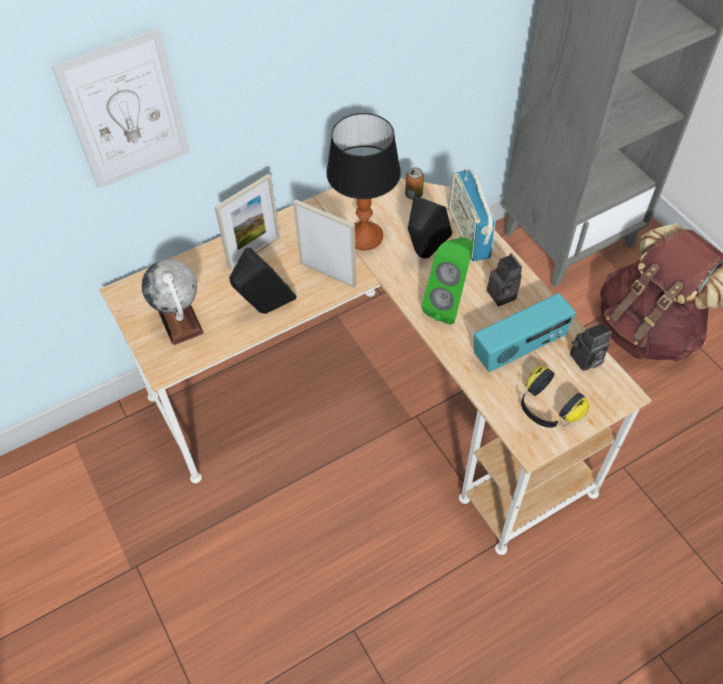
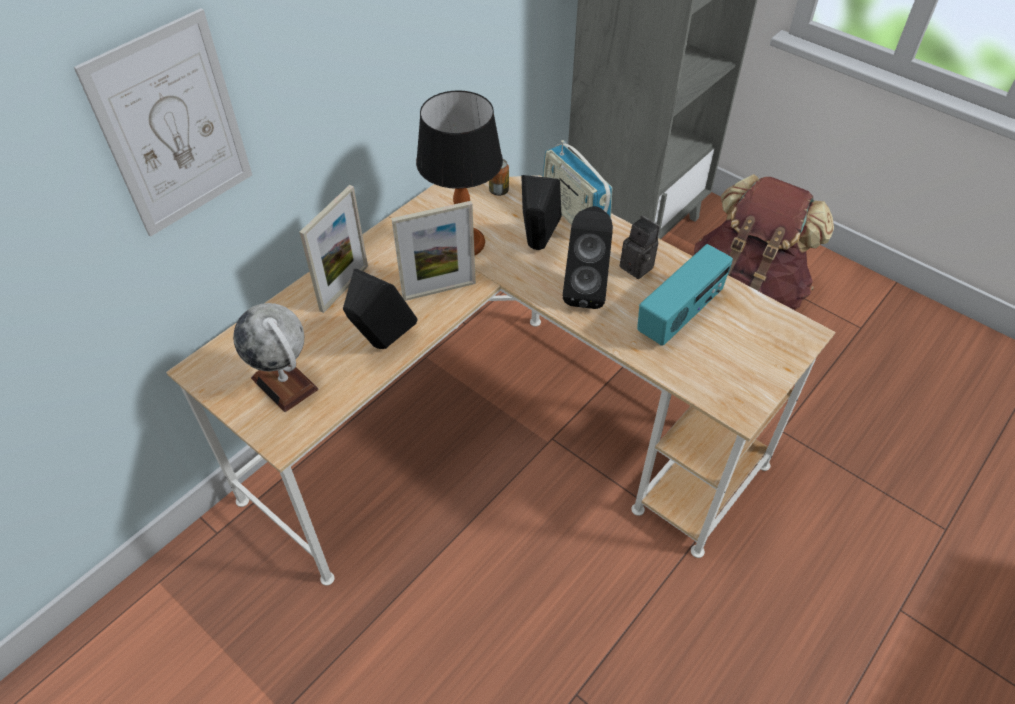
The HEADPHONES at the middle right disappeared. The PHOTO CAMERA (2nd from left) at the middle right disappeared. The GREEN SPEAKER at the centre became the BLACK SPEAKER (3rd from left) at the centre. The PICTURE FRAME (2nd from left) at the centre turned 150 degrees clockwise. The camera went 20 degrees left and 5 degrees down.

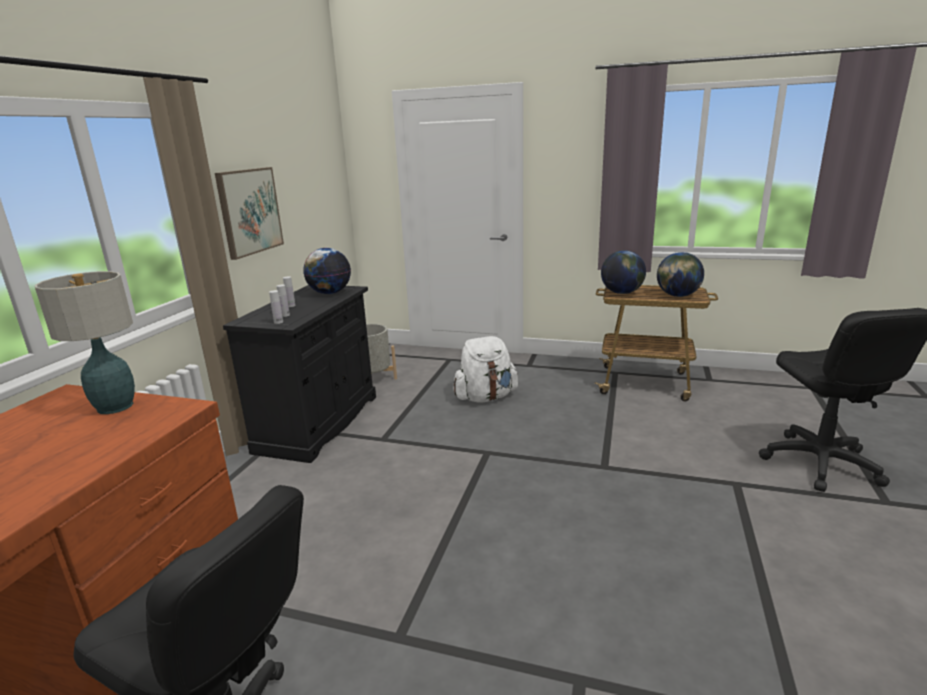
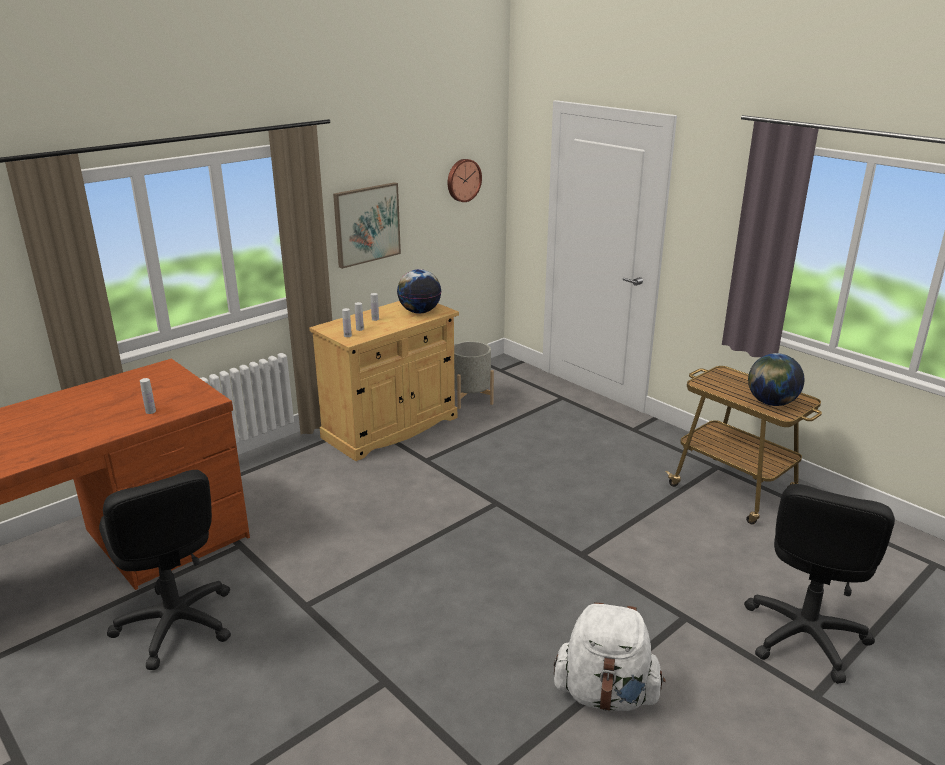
The TABLE LAMP at the middle left disappeared. The GLOBE (2nd from left) at the middle right disappeared. The WHITE BOTTLE (1st from left) at the middle left appeared. The WALL CLOCK at the top centre appeared. The WHITE BACKPACK moved from the centre to the bottom centre. The BLACK CABINET at the middle left became the BEIGE CABINET at the centre. The camera went 30 degrees right and 5 degrees up.

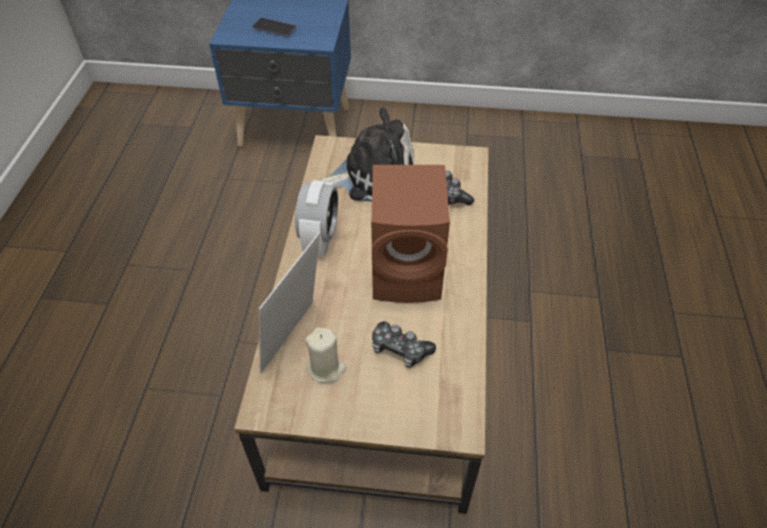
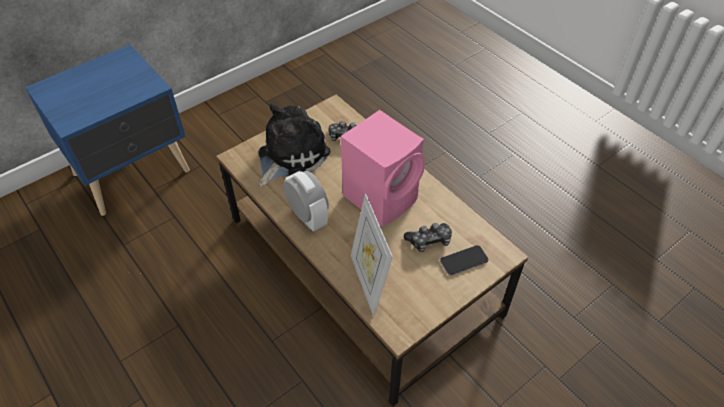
The BEIGE CANDLE at the bottom centre disappeared. The PHONE moved from the top centre to the centre. The BROWN SPEAKER at the centre became the PINK SPEAKER at the centre. The camera went 45 degrees left and 0 degrees up.

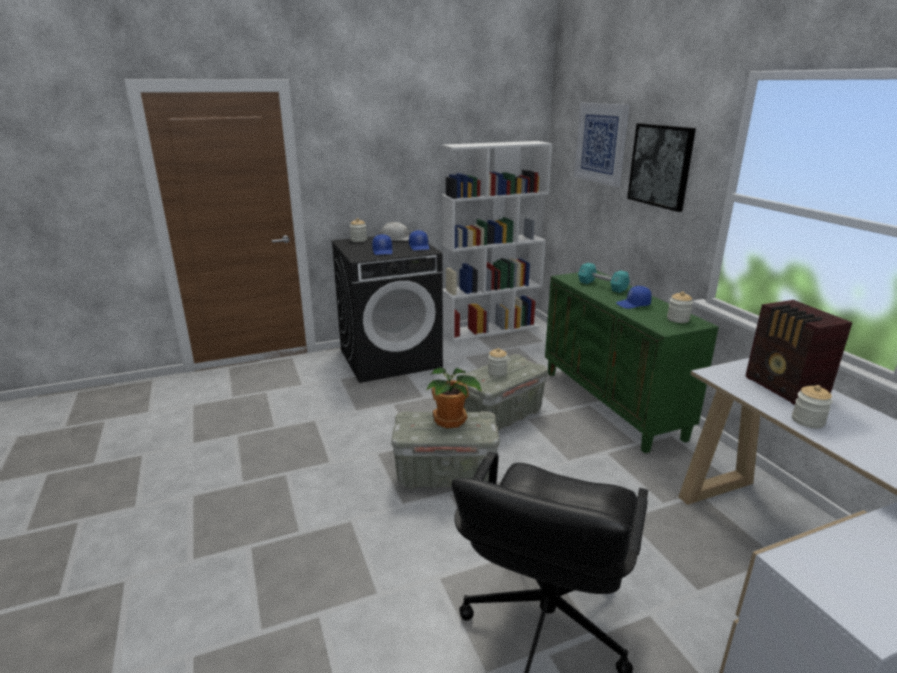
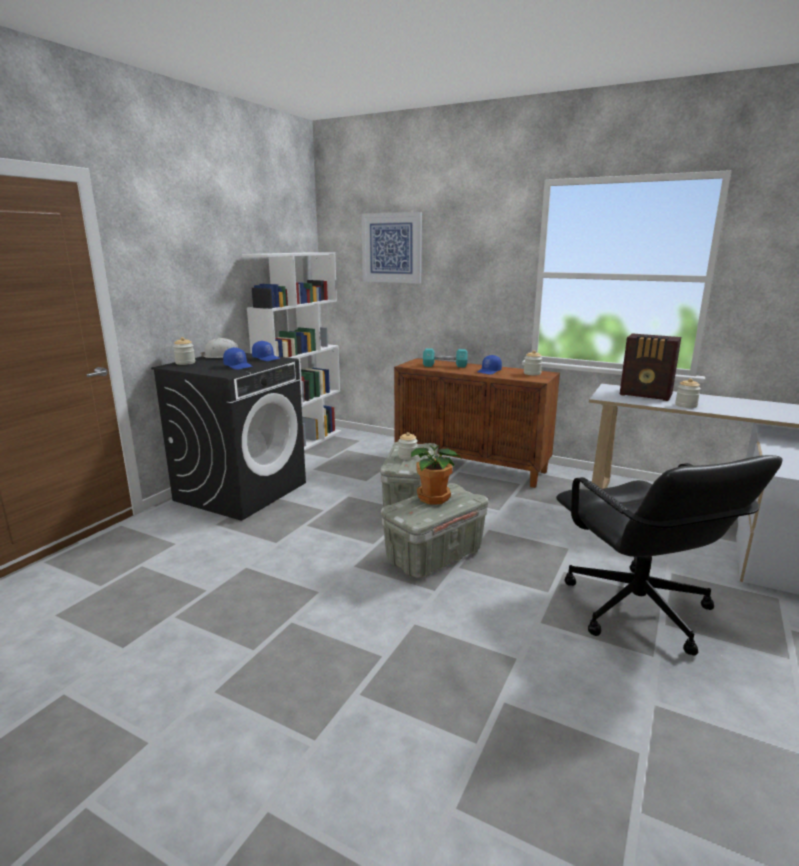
The PICTURE (2nd from left) at the top right disappeared. The GREEN CABINET at the middle right became the BROWN CABINET at the centre. The camera went 40 degrees left and 5 degrees down.

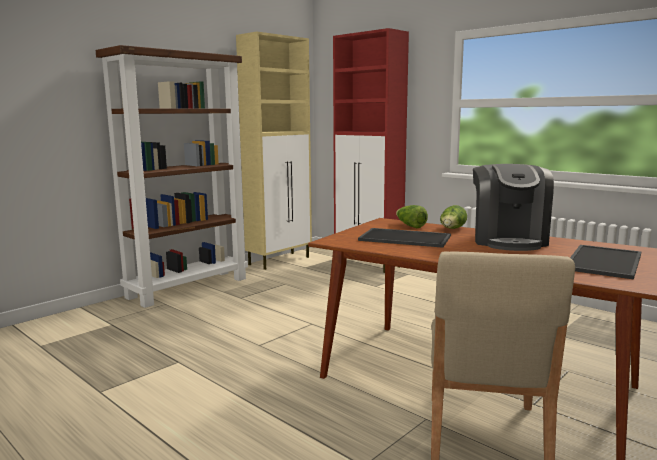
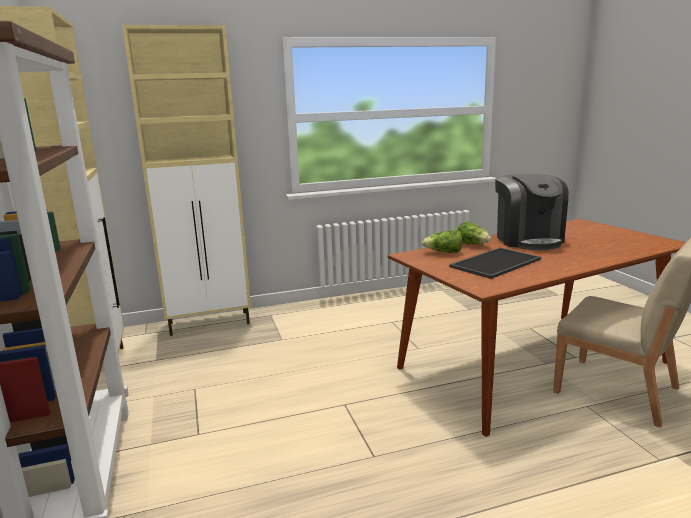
The TRAY (2nd from left) at the middle right disappeared. The RED CABINET at the top centre became the BEIGE CABINET (2nd from left) at the middle left. The COFFEE MACHINE at the middle right turned 45 degrees clockwise. The camera went 60 degrees left and 5 degrees up.

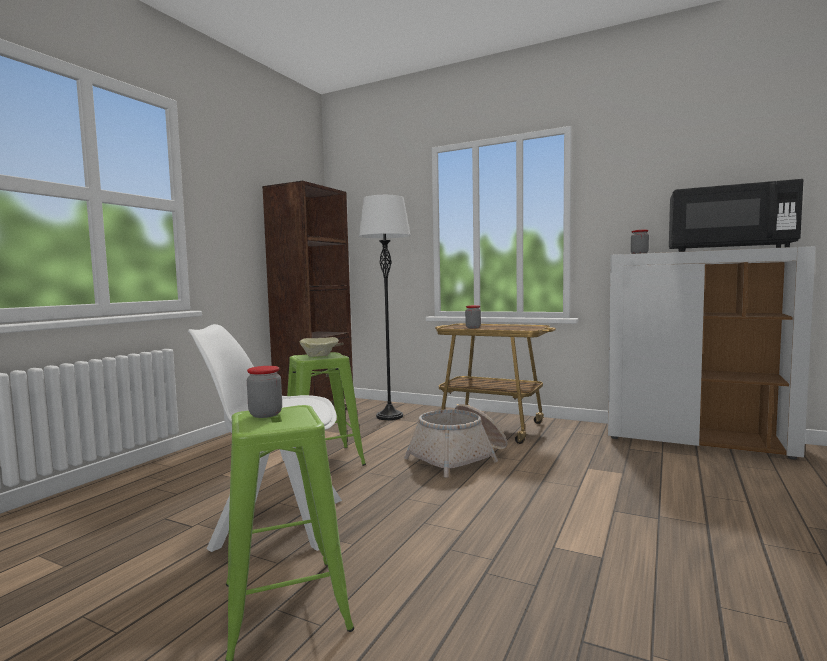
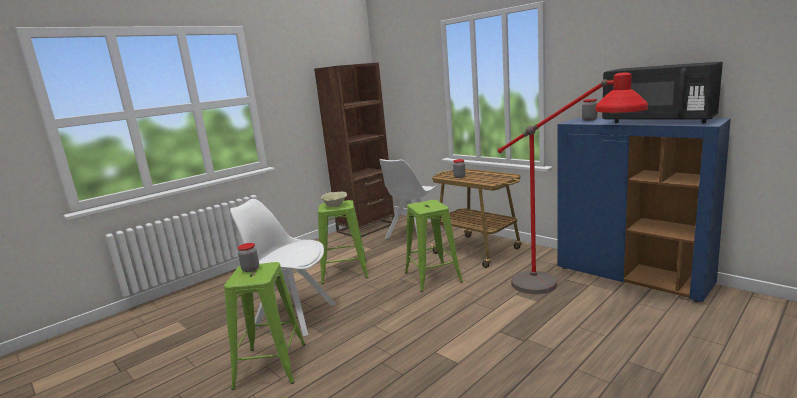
The RED FLOOR LAMP at the middle right appeared. The WHITE FLOOR LAMP at the centre was replaced by the WHITE CHAIR (2nd from left) at the centre. The BASKET at the bottom centre was replaced by the GREEN STOOL (3rd from left) at the centre. The WHITE CABINET at the middle right became the BLUE CABINET at the middle right. The camera went 20 degrees right and 10 degrees up.

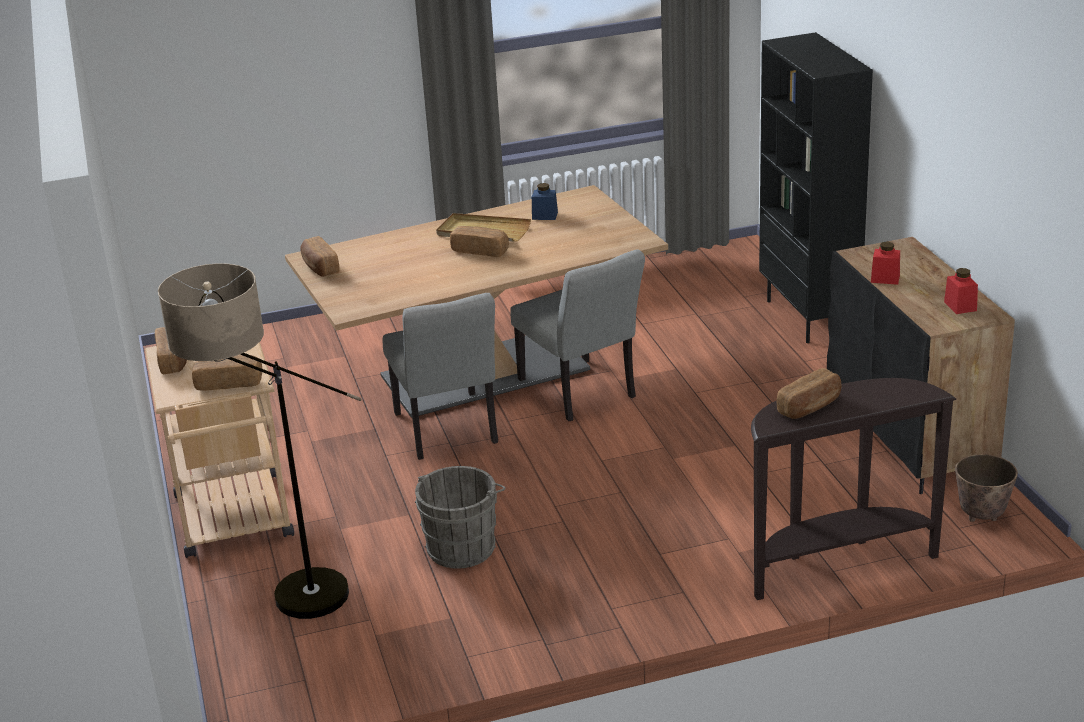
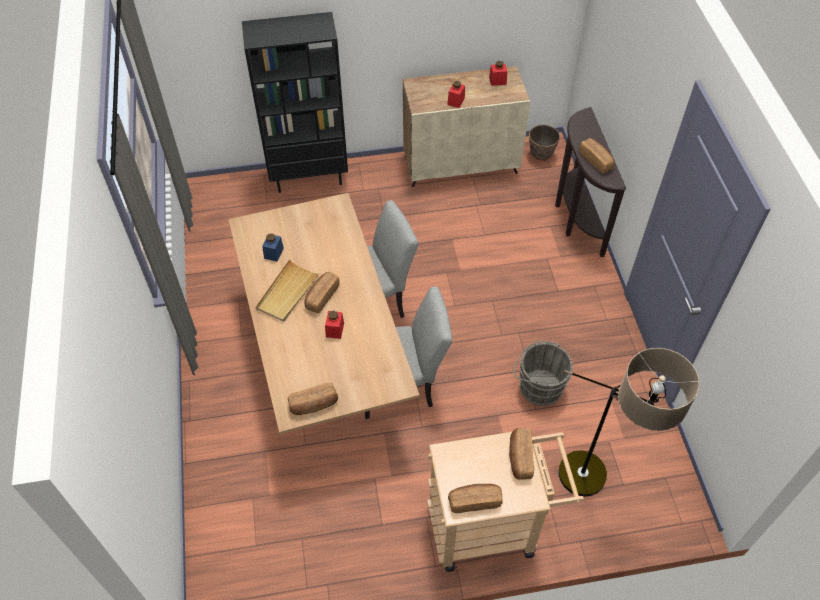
The RED JAR (1st from left) at the centre appeared. The BLACK CABINET at the middle right became the BEIGE CABINET at the top centre. The camera went 85 degrees left and 25 degrees up.

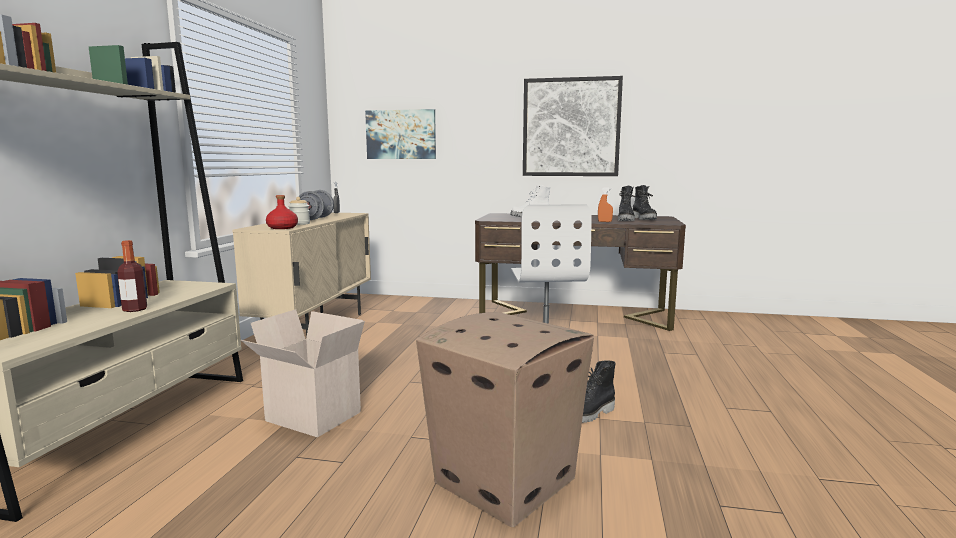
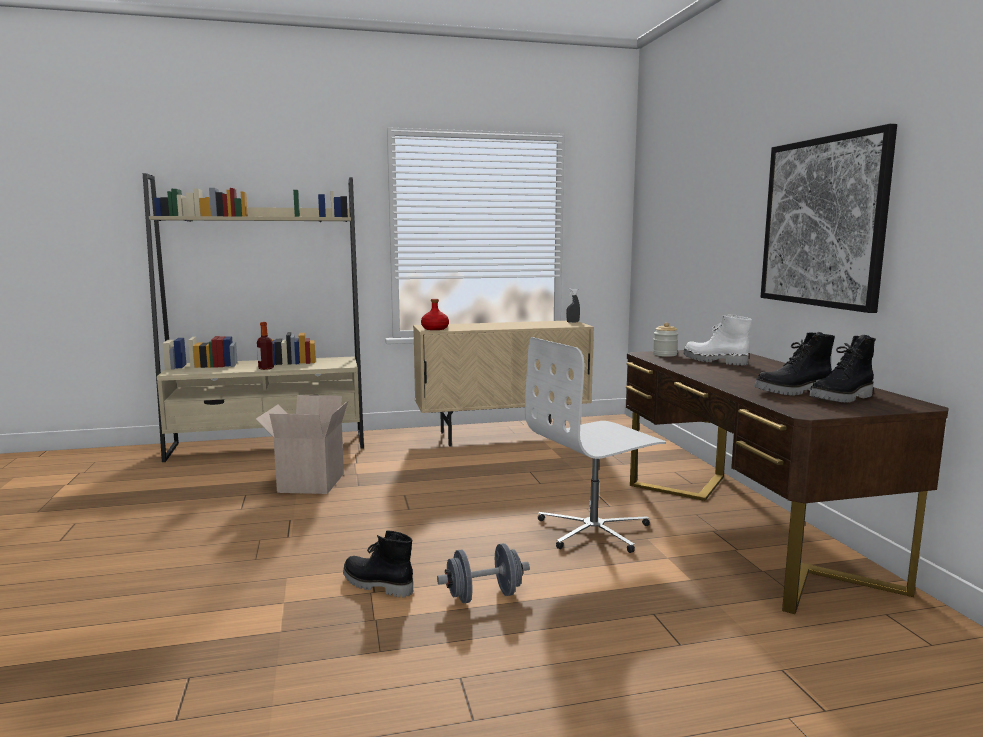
The PICTURE (1st from left) at the top centre disappeared. The CARDBOARD BOX (2nd from left) at the bottom centre disappeared. The ORANGE SPRAY BOTTLE at the centre disappeared. The JAR moved from the middle left to the middle right. The GREY DUMBBELL moved from the middle left to the bottom centre. The camera went 65 degrees right and 0 degrees up.

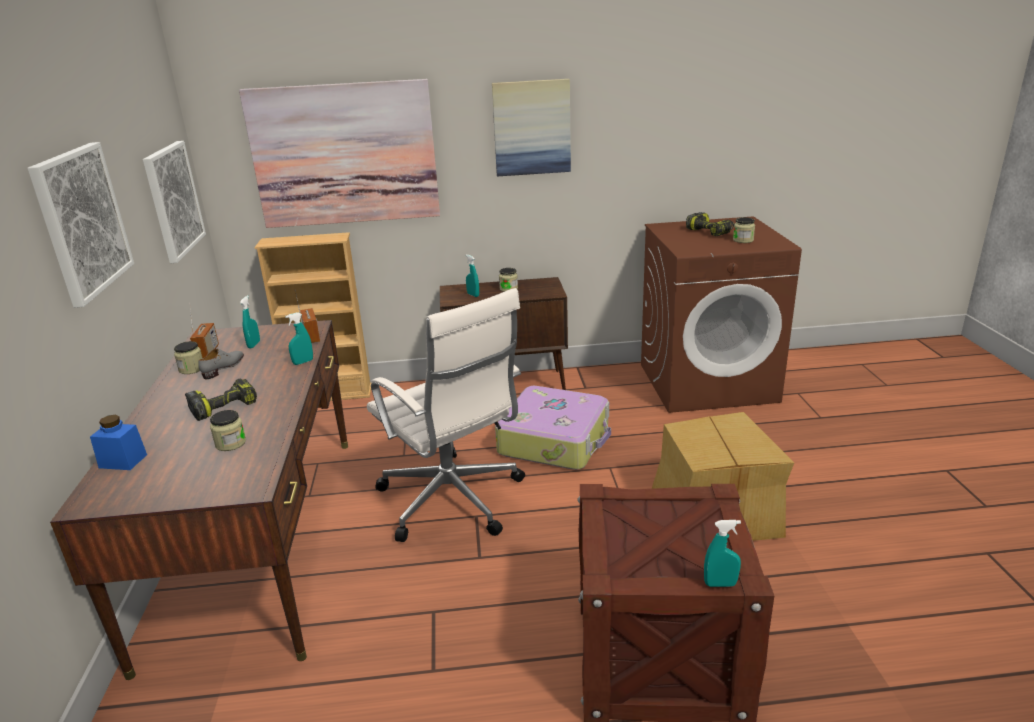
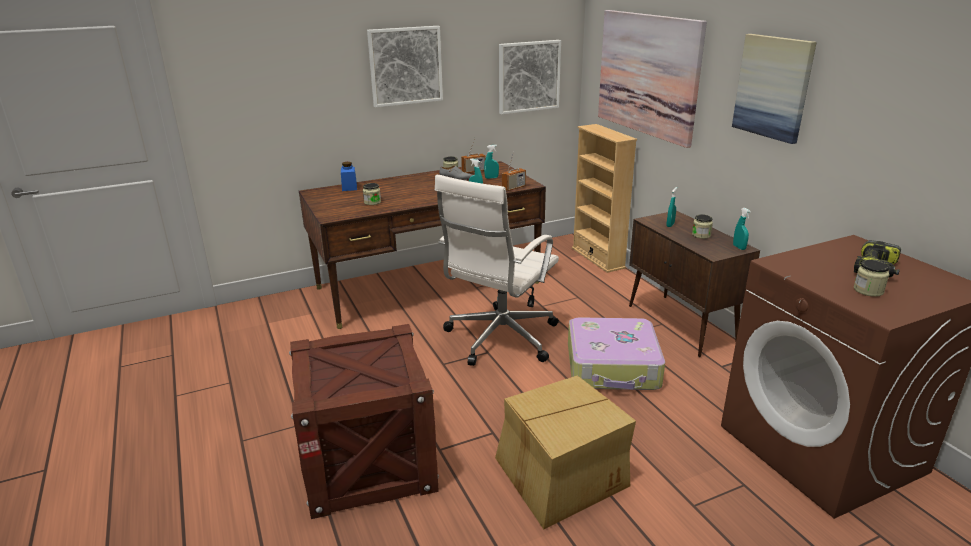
The POWER DRILL (1st from left) at the middle left disappeared. The TURQUOISE SPRAY BOTTLE (4th from left) moved from the bottom right to the middle right. The camera went 70 degrees right and 0 degrees up.

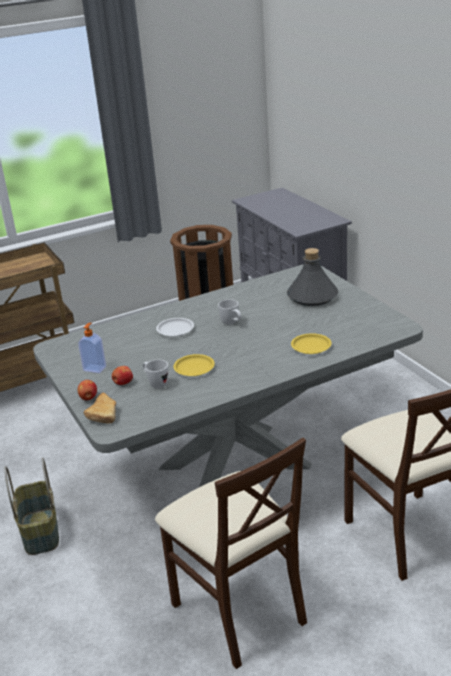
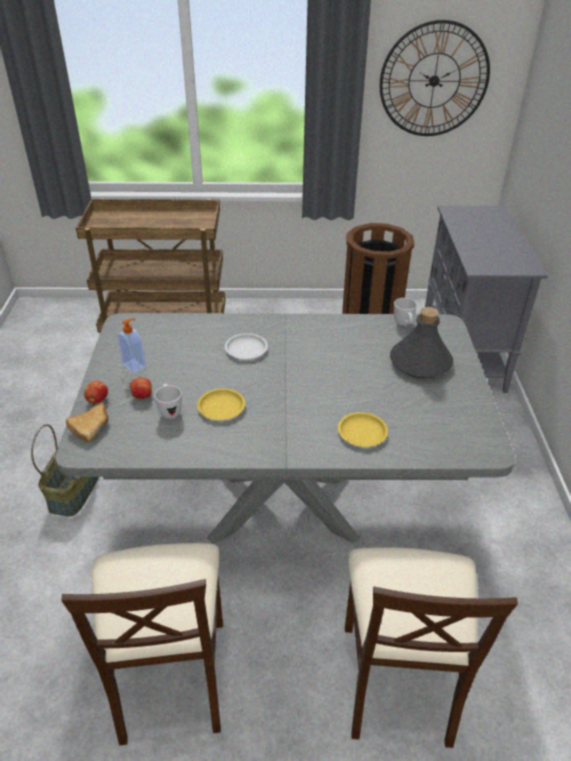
The WALL CLOCK at the top right appeared. The WHITE MUG (2nd from left) moved from the centre to the middle right. The camera went 25 degrees right and 10 degrees up.

